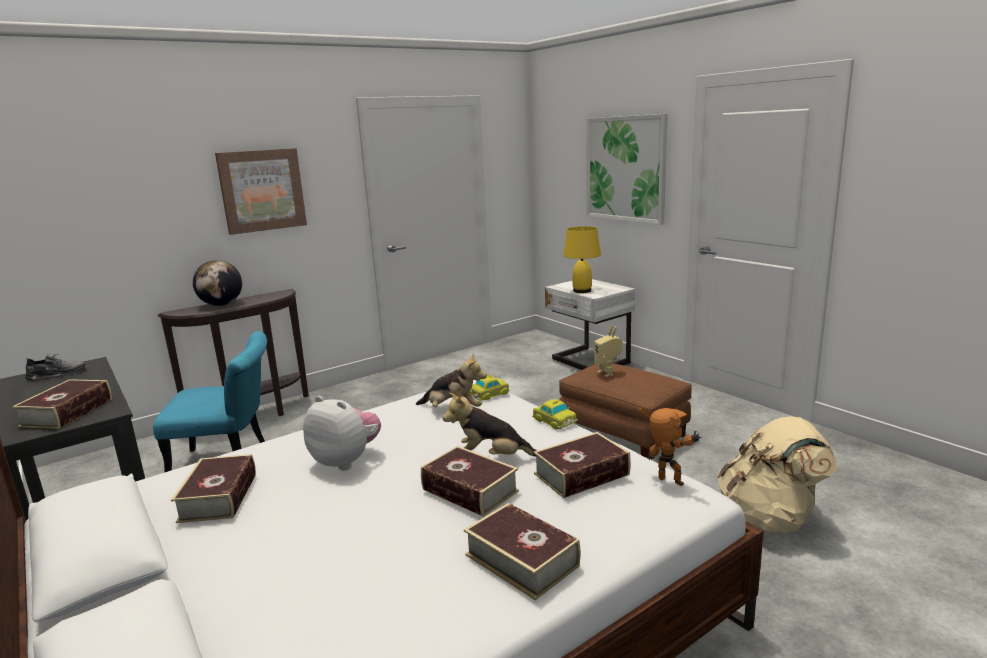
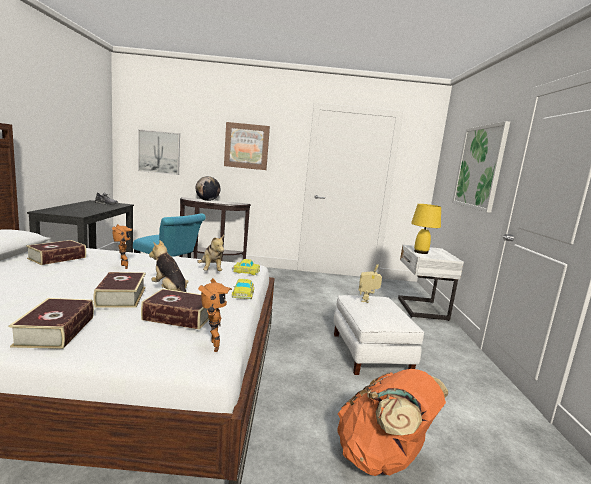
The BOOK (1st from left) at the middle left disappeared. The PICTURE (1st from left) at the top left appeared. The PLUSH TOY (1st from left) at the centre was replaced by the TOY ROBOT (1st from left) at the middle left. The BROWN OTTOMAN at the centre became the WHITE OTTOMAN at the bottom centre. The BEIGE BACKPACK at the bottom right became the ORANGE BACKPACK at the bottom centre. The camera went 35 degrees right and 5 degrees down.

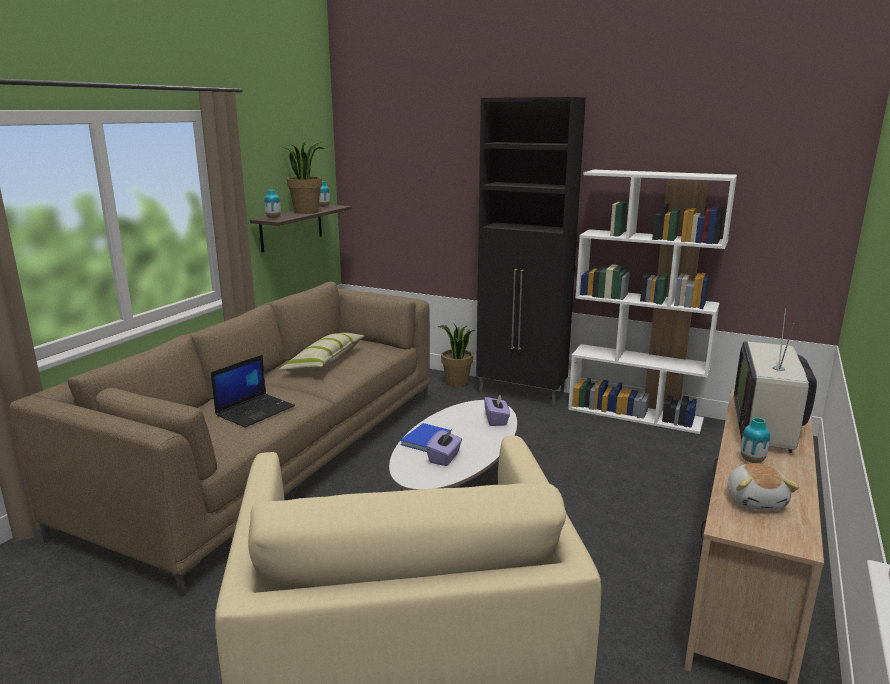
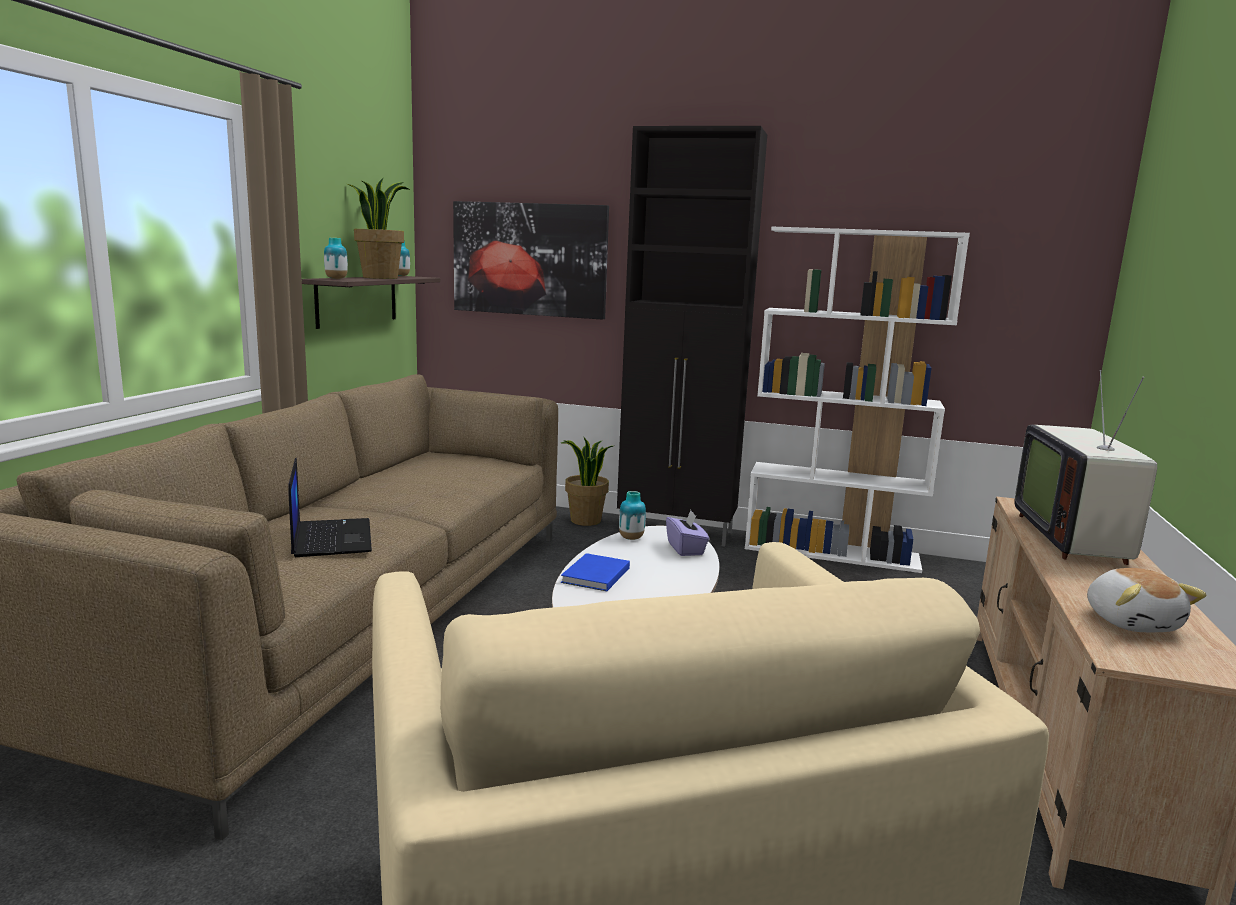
The PILLOW at the centre disappeared. The PURPLE TISSUE BOX (1st from left) at the centre disappeared. The PICTURE at the top centre appeared. The VASE (3rd from left) moved from the middle right to the centre. The LAPTOP at the middle left turned 45 degrees counterclockwise. The camera went 10 degrees left and 5 degrees down.

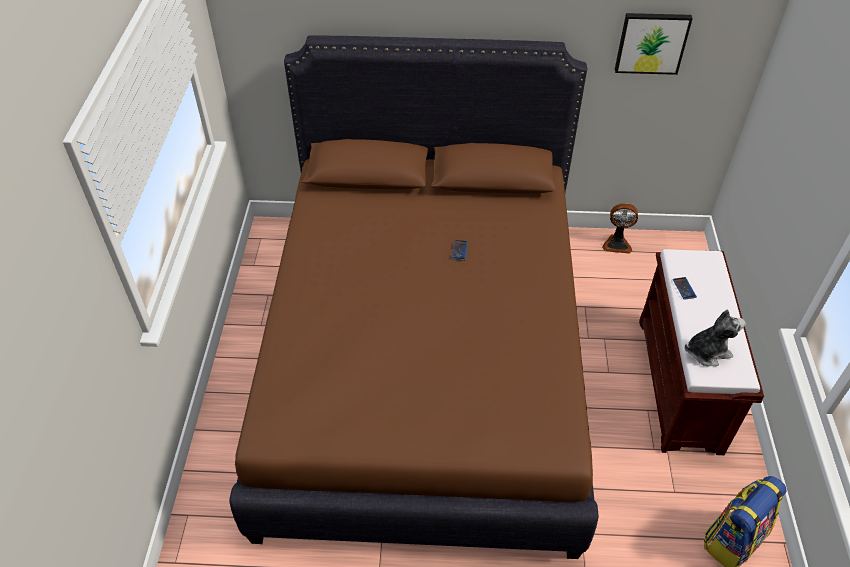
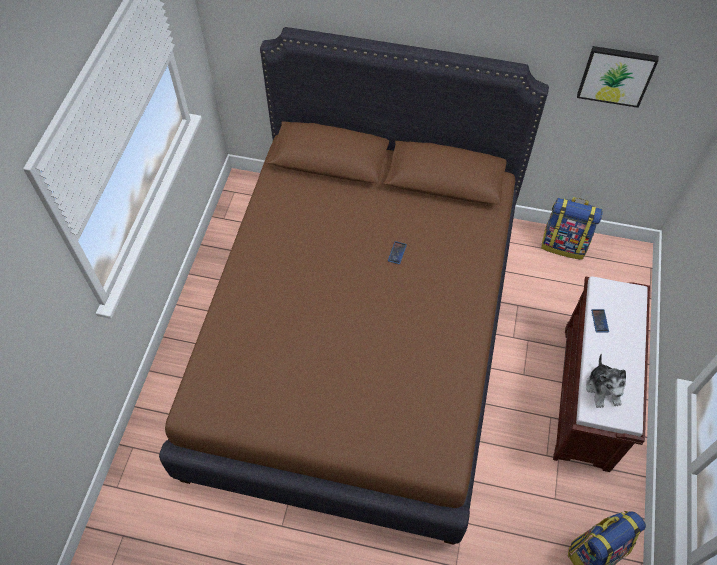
The FAN at the middle right was replaced by the BACKPACK (1st from left) at the middle right. The PLUSH TOY at the middle right turned 90 degrees clockwise. The camera went 10 degrees right and 10 degrees up.

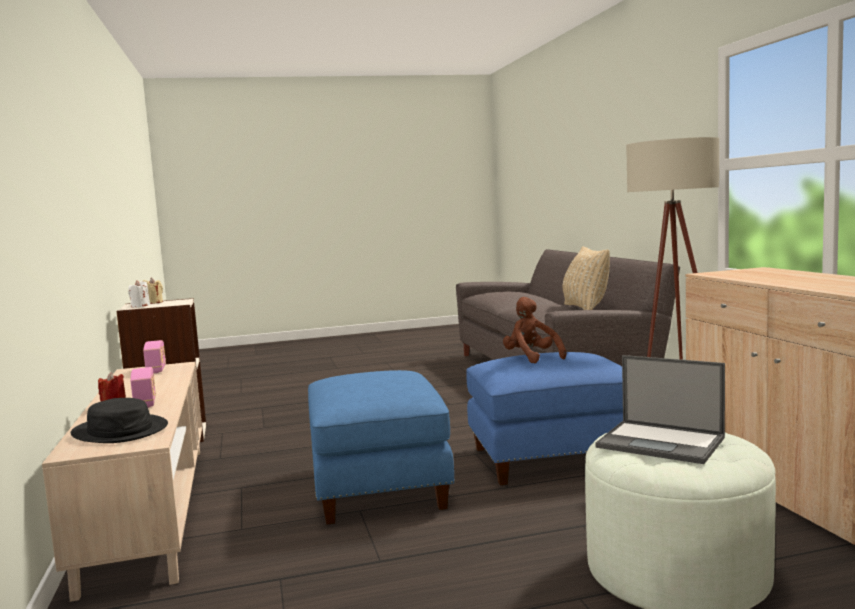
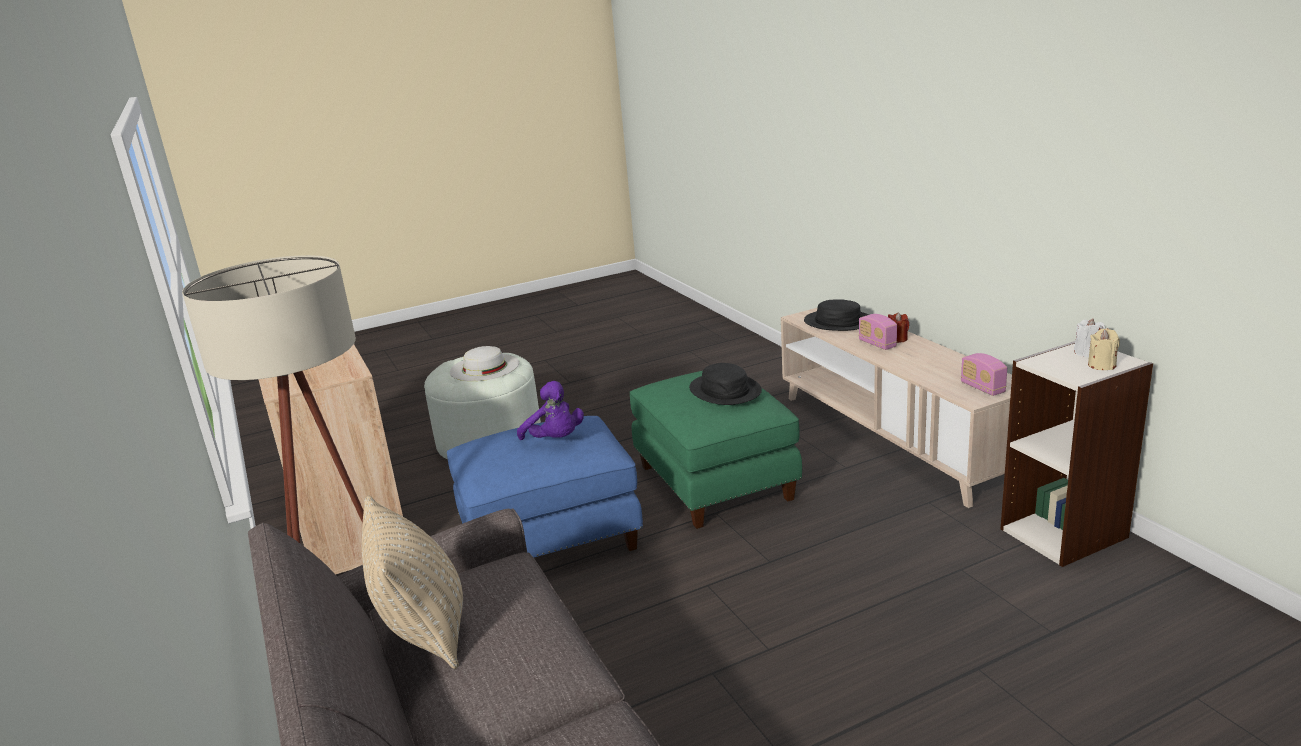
The BLACK HAT (1st from left) at the centre appeared. The LAPTOP at the bottom right was replaced by the WHITE HAT at the centre. The BLUE OTTOMAN (1st from left) at the bottom centre became the GREEN OTTOMAN at the centre. The BROWN PLUSH TOY at the centre became the PURPLE PLUSH TOY at the centre. The camera went 170 degrees right and 15 degrees up.

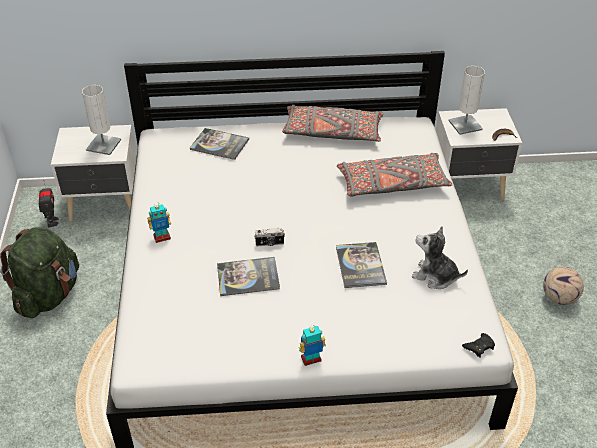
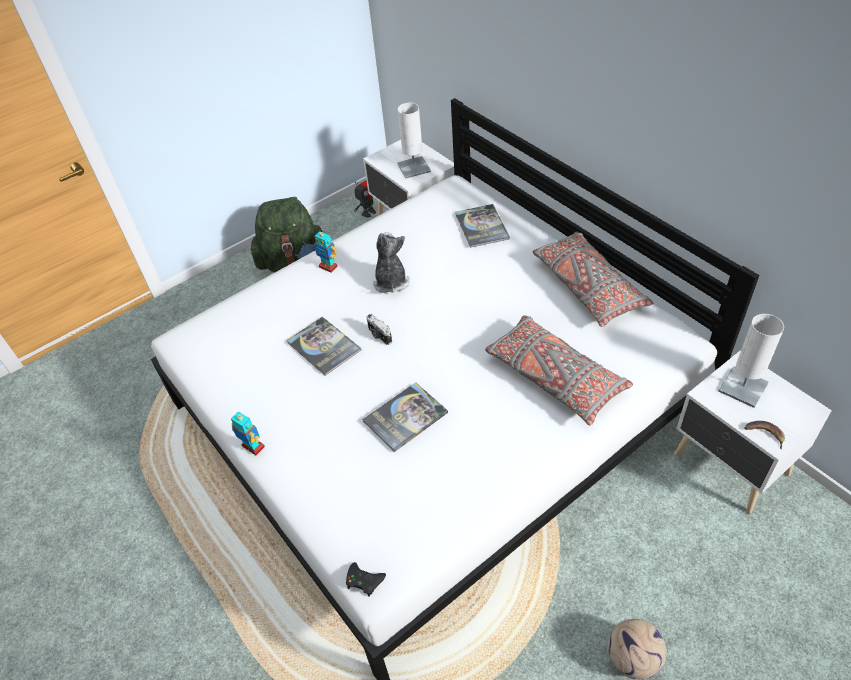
The PLUSH TOY moved from the middle right to the centre. The camera went 60 degrees right and 5 degrees up.

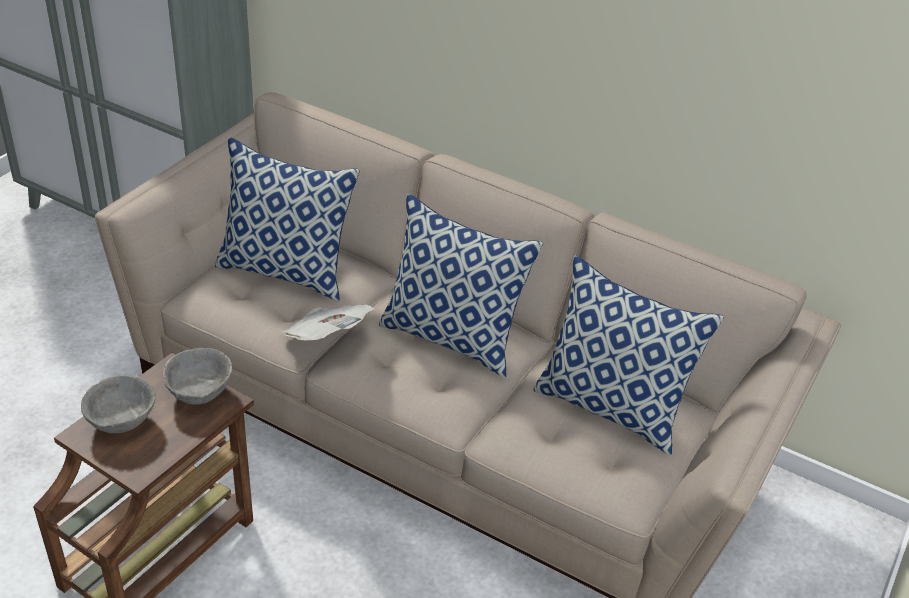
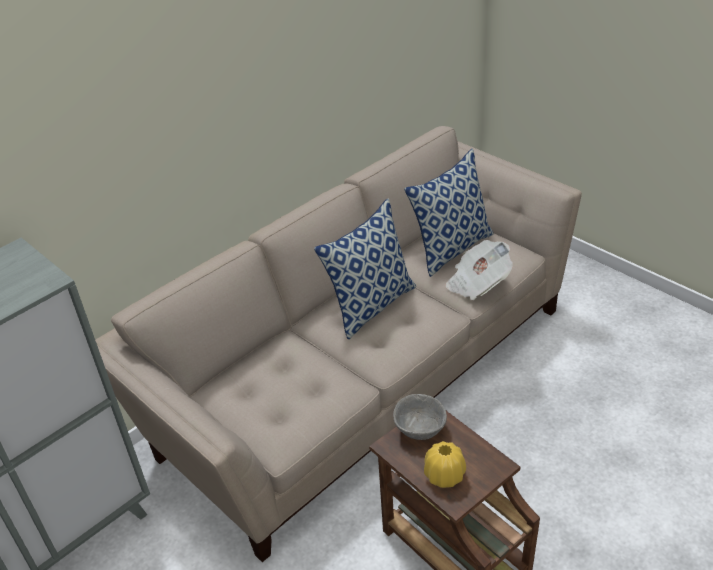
The PILLOW (1st from left) at the middle left disappeared. The NEWSPAPER moved from the centre to the middle right. The GREY BOWL (1st from left) at the bottom left was replaced by the YELLOW VASE at the bottom centre. The camera went 70 degrees left and 0 degrees up.

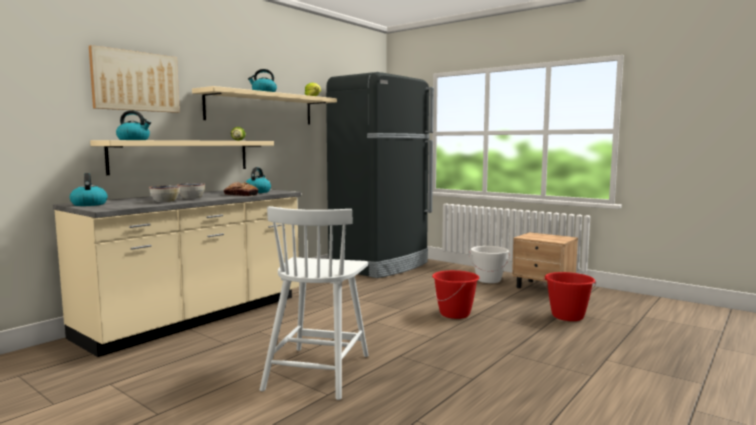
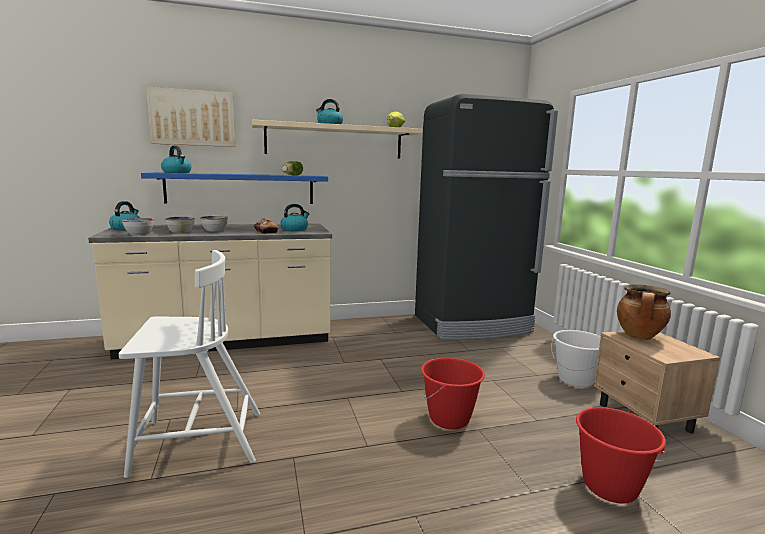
The BOWL (1st from left) at the middle left appeared. The COOKING POT at the middle right appeared. The BEIGE SHELF (1st from left) at the middle left became the BLUE SHELF at the middle left. The WHITE CHAIR at the bottom centre turned 150 degrees counterclockwise. The camera went 35 degrees right and 5 degrees up.

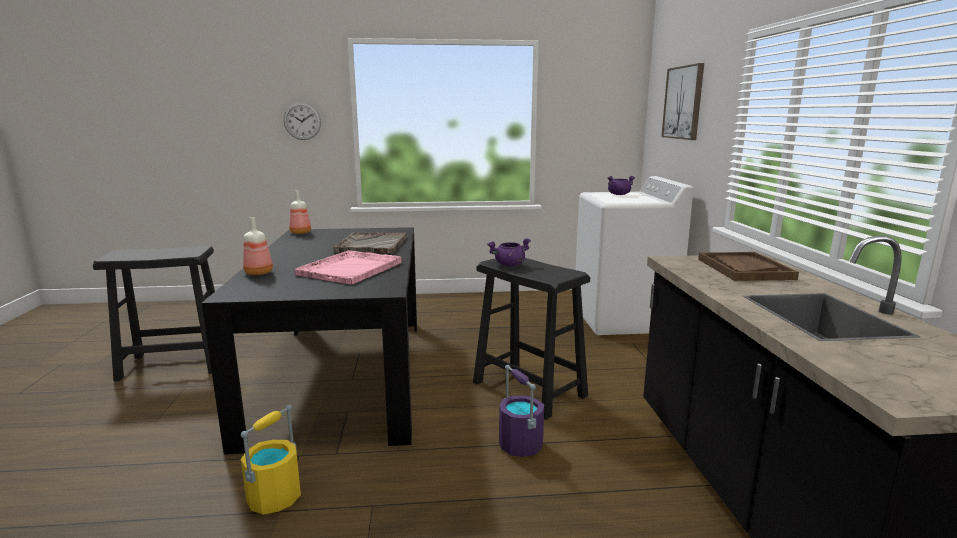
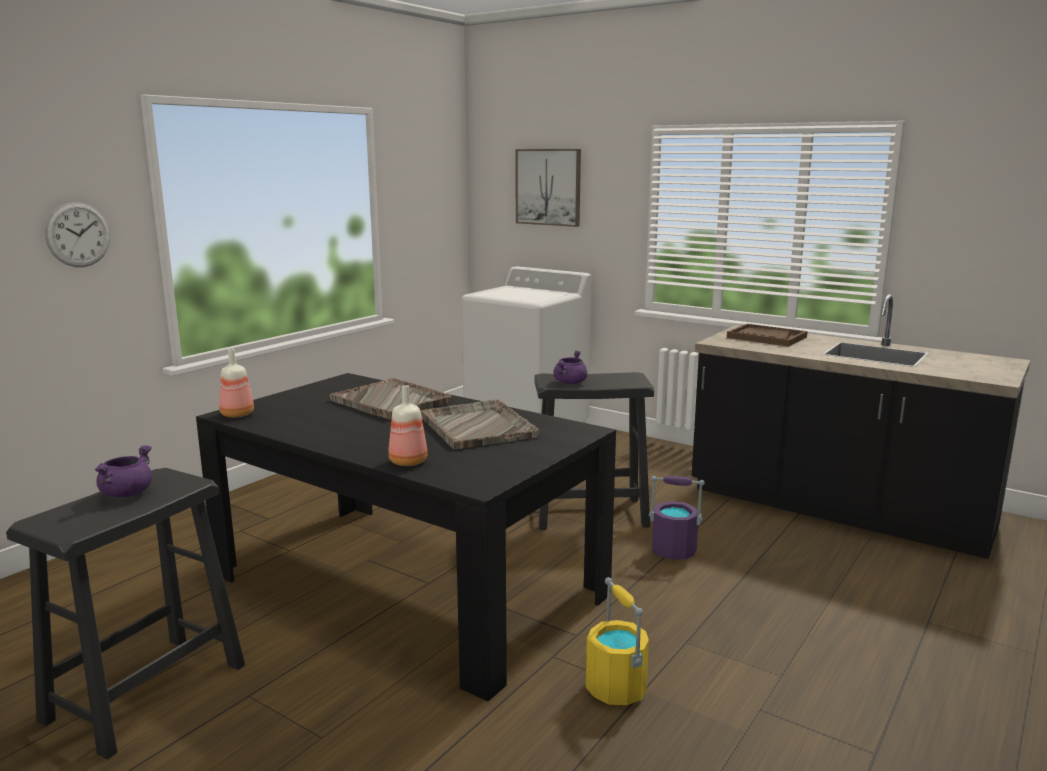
The PURPLE COOKING POT (2nd from left in the first image) moved from the centre to the middle left. The PINK TRAY at the centre became the GREY TRAY (2nd from left) at the centre. The camera went 50 degrees left and 0 degrees up.

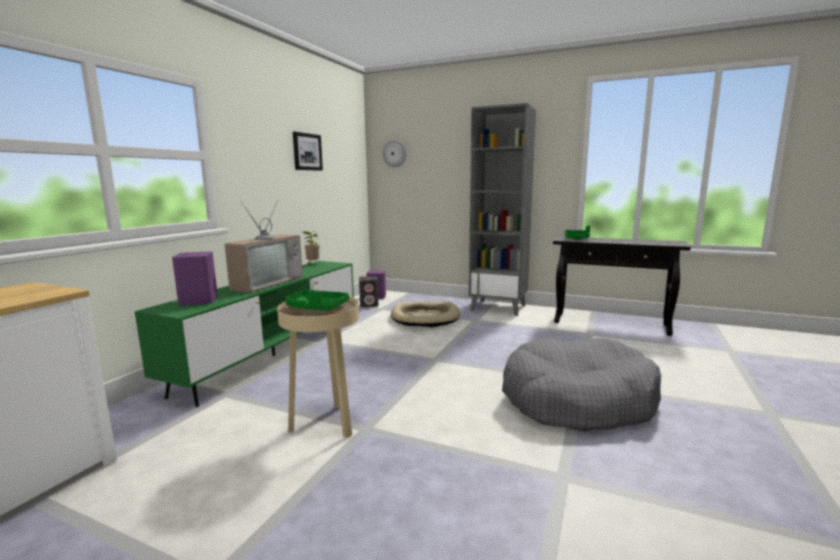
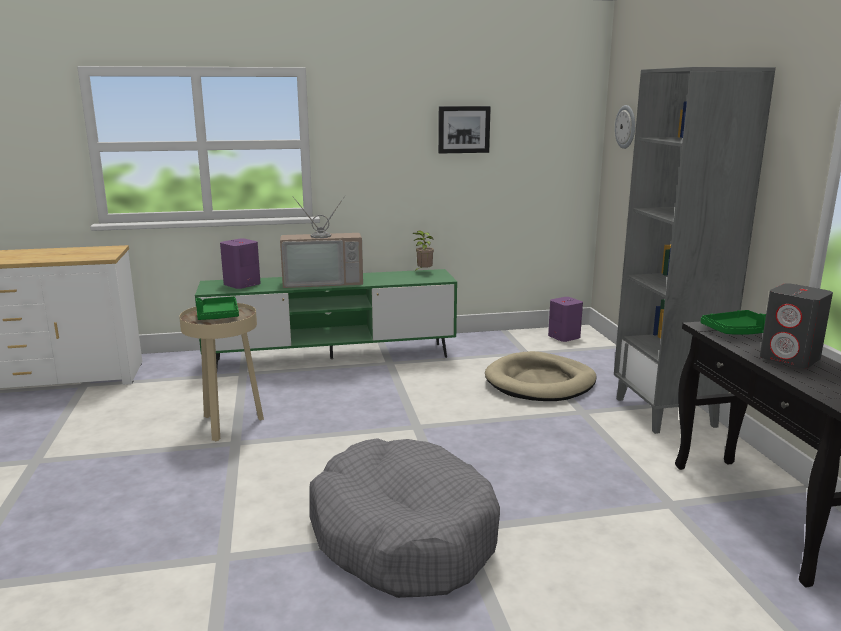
The GREY SPEAKER moved from the centre to the middle right. The camera went 55 degrees right and 5 degrees up.

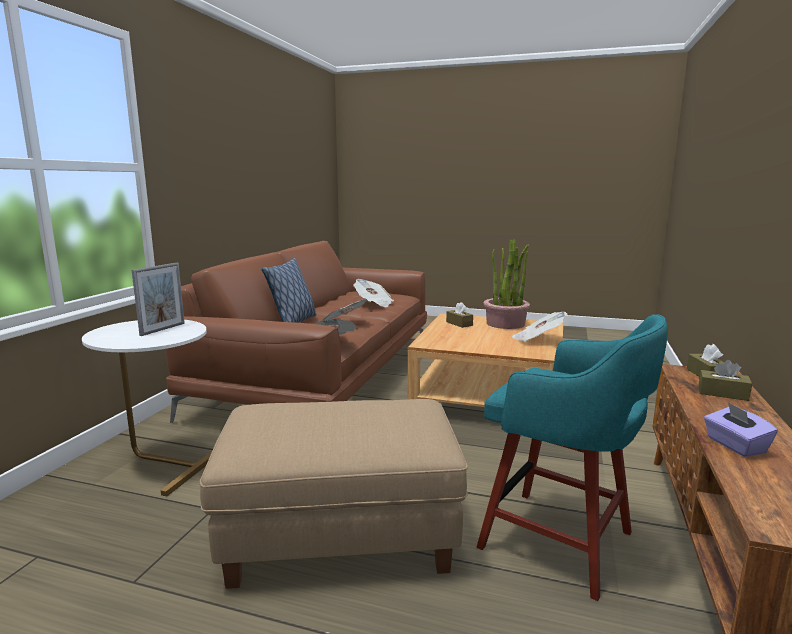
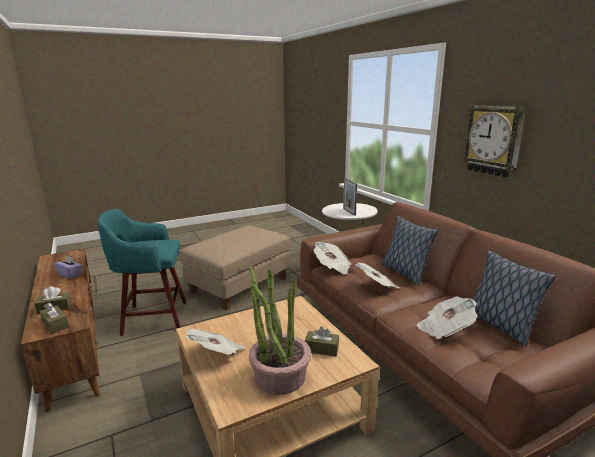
The WALL CLOCK at the top right appeared. The PILLOW (2nd from left) at the middle right appeared. The camera went 135 degrees right and 5 degrees up.

